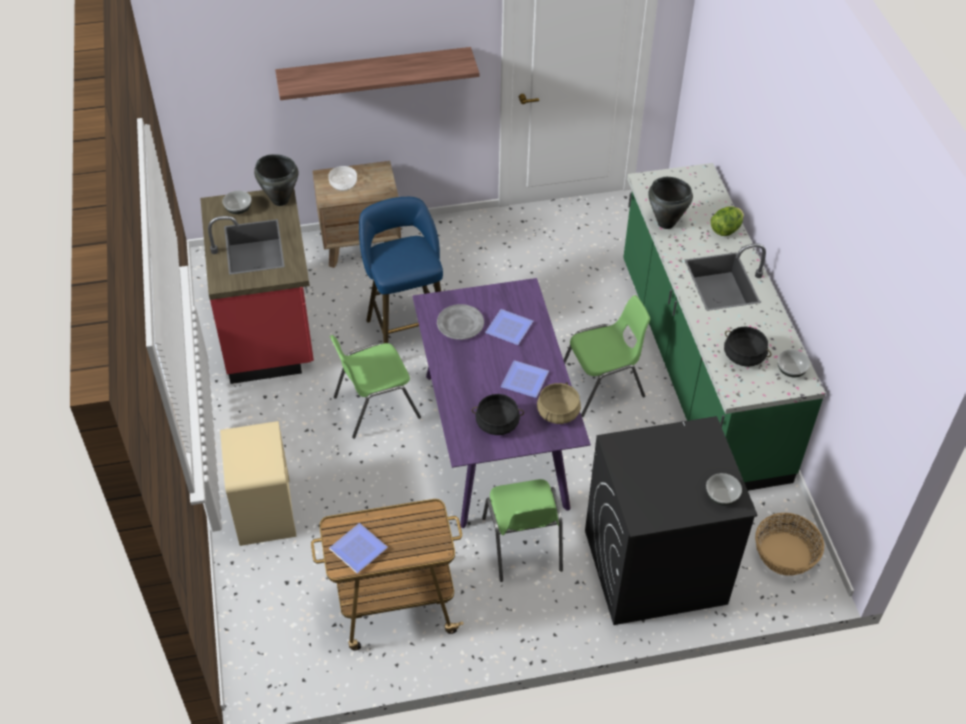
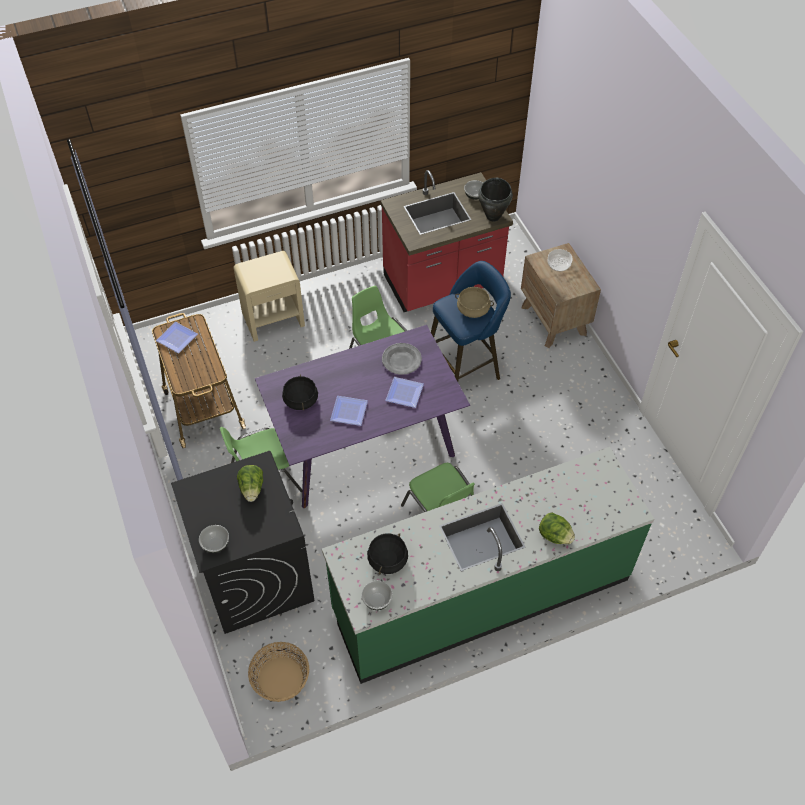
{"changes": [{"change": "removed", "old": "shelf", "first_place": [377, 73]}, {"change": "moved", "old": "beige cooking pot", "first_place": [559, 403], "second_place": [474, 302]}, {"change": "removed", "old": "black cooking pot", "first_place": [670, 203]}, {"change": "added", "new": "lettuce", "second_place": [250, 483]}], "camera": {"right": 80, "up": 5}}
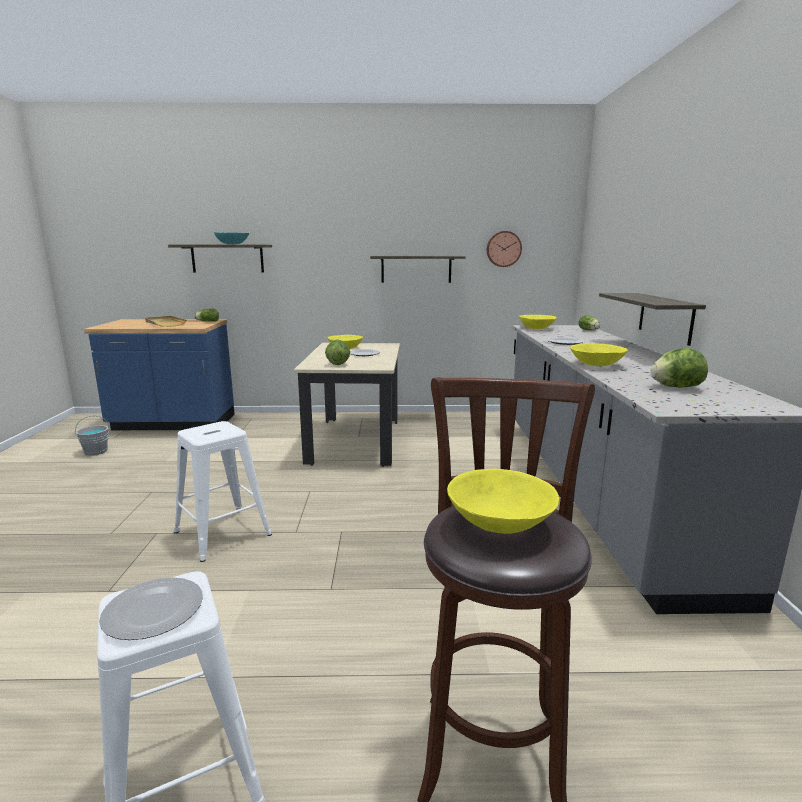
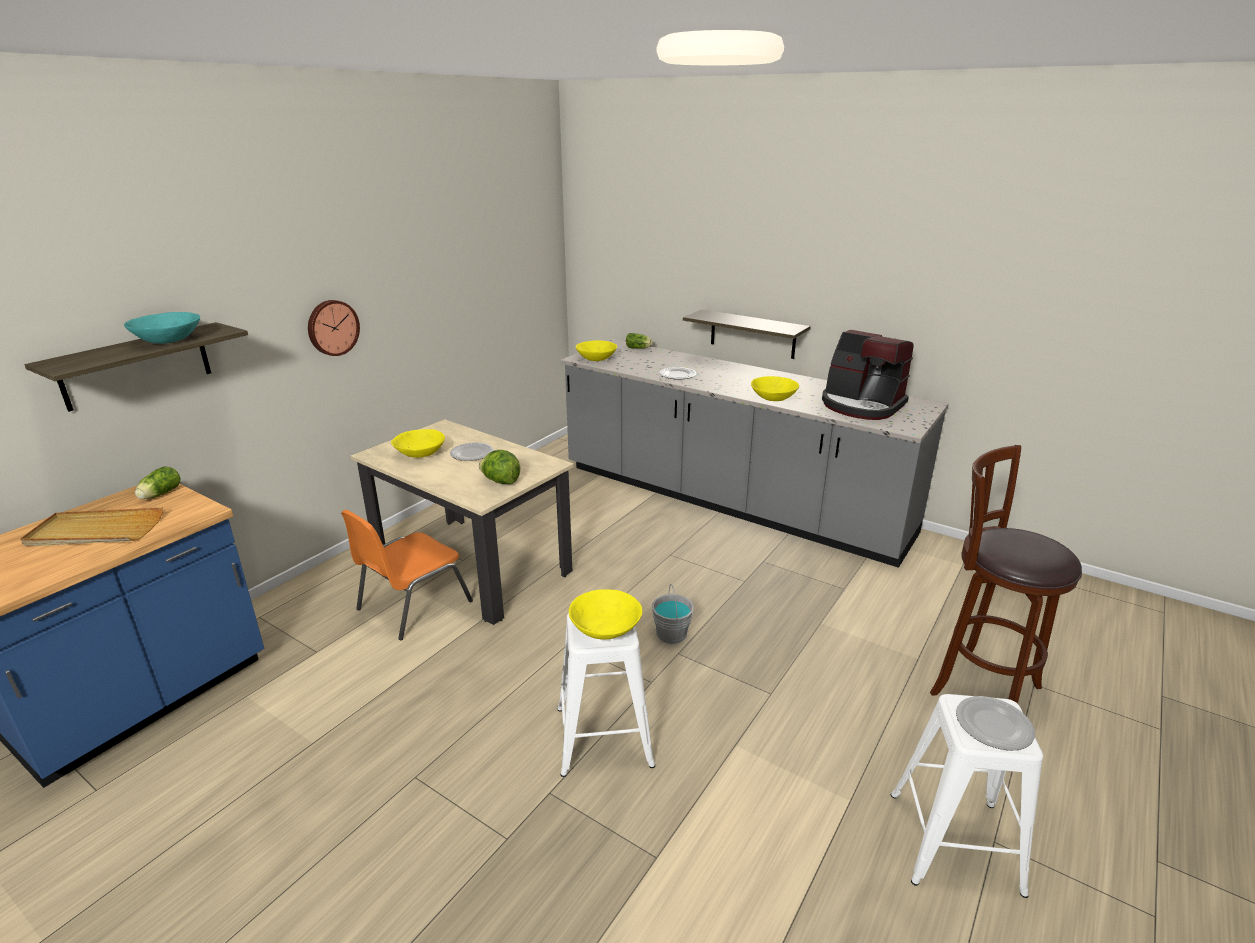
{"changes": [{"change": "moved", "old": "grey bucket", "first_place": [92, 435], "second_place": [673, 614]}, {"change": "removed", "old": "shelf", "first_place": [417, 269]}, {"change": "moved", "old": "yellow bowl", "first_place": [503, 501], "second_place": [606, 614]}, {"change": "moved", "old": "wall clock", "first_place": [504, 249], "second_place": [334, 328]}, {"change": "replaced", "old": "lettuce", "new": "coffee machine", "first_place": [679, 367], "second_place": [868, 375]}, {"change": "added", "new": "orange chair", "second_place": [407, 575]}], "camera": {"right": -55, "up": 10}}
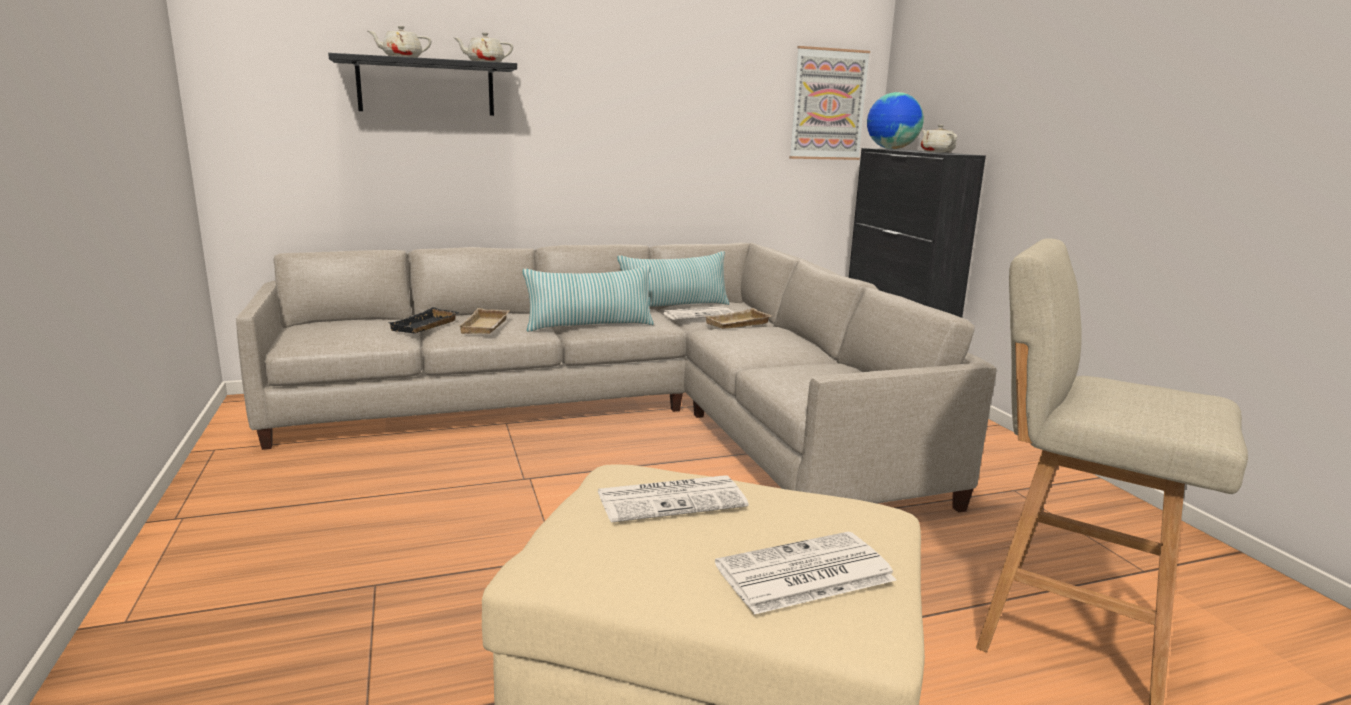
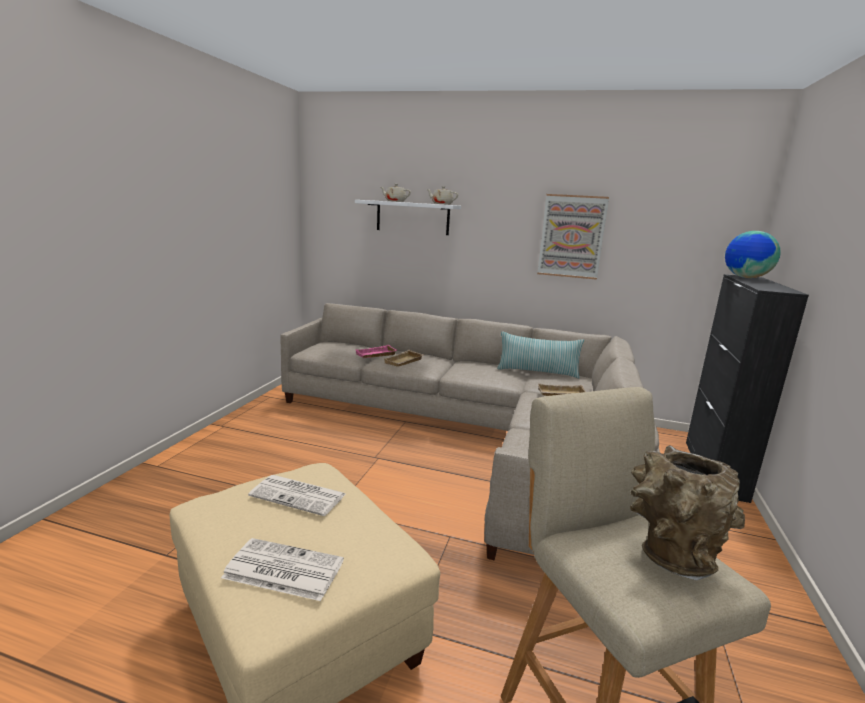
{"changes": [{"change": "recoloured", "old": "black shelf", "new": "white shelf", "first_place": [422, 84], "second_place": [408, 217]}, {"change": "recoloured", "old": "black tray", "new": "pink tray", "first_place": [423, 320], "second_place": [376, 351]}, {"change": "removed", "old": "pillow", "first_place": [588, 298]}, {"change": "removed", "old": "newspaper", "first_place": [698, 313]}, {"change": "moved", "old": "picture", "first_place": [829, 103], "second_place": [573, 237]}, {"change": "removed", "old": "beige teapot", "first_place": [939, 139]}, {"change": "added", "new": "brown vase", "second_place": [687, 513]}], "camera": {"right": 35, "up": 0}}
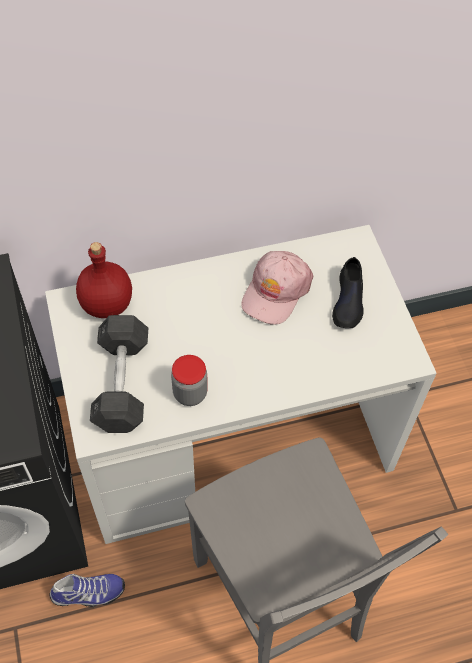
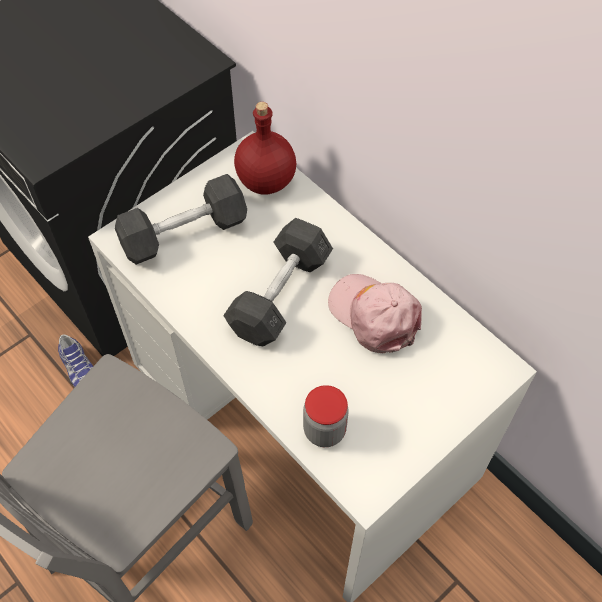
{"changes": [{"change": "moved", "old": "jar", "first_place": [189, 380], "second_place": [326, 416]}, {"change": "turned", "old": "pink cap", "first_place": [277, 288], "second_place": [375, 313], "degrees": 45}, {"change": "removed", "old": "black shoe", "first_place": [348, 292]}, {"change": "added", "new": "grey dumbbell", "second_place": [278, 282]}], "camera": {"right": 65, "up": 0}}
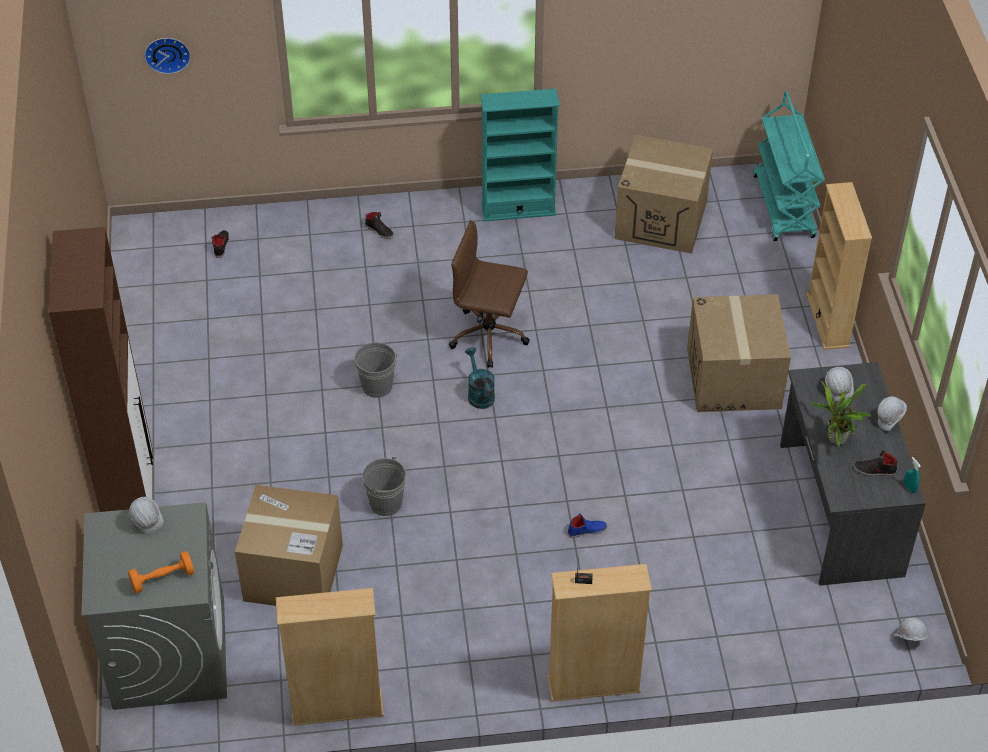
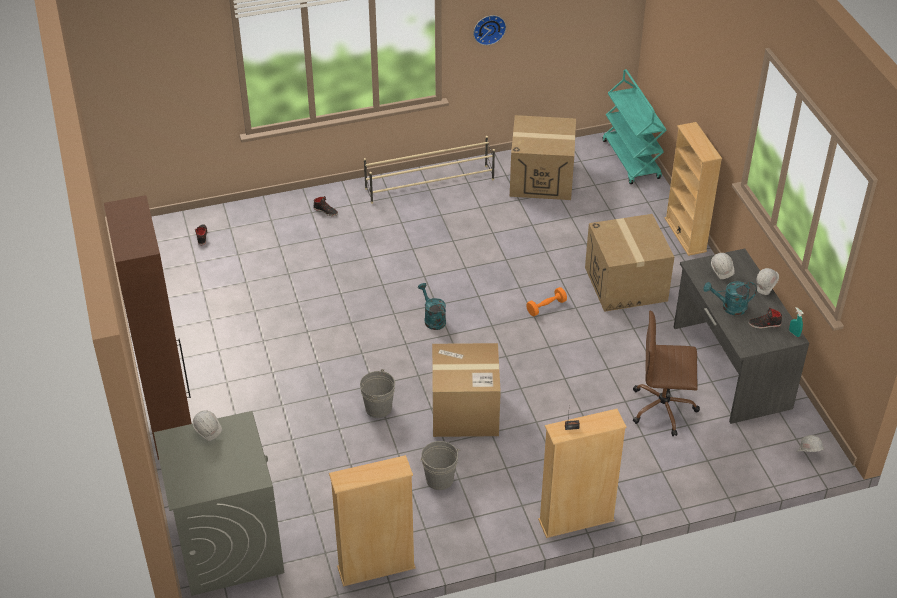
{"changes": [{"change": "moved", "old": "orange dumbbell", "first_place": [161, 572], "second_place": [546, 301]}, {"change": "moved", "old": "wall clock", "first_place": [167, 56], "second_place": [489, 30]}, {"change": "moved", "old": "cardboard box", "first_place": [289, 545], "second_place": [466, 390]}, {"change": "moved", "old": "grey bucket", "first_place": [375, 370], "second_place": [440, 465]}, {"change": "moved", "old": "brown office chair", "first_place": [489, 294], "second_place": [666, 373]}, {"change": "replaced", "old": "turquoise bookcase", "new": "beige shoe rack", "first_place": [520, 155], "second_place": [429, 170]}, {"change": "removed", "old": "blue shoe", "first_place": [587, 525]}, {"change": "replaced", "old": "potted plant", "new": "turquoise watering can", "first_place": [841, 414], "second_place": [730, 298]}], "camera": {"right": -10, "up": -5}}
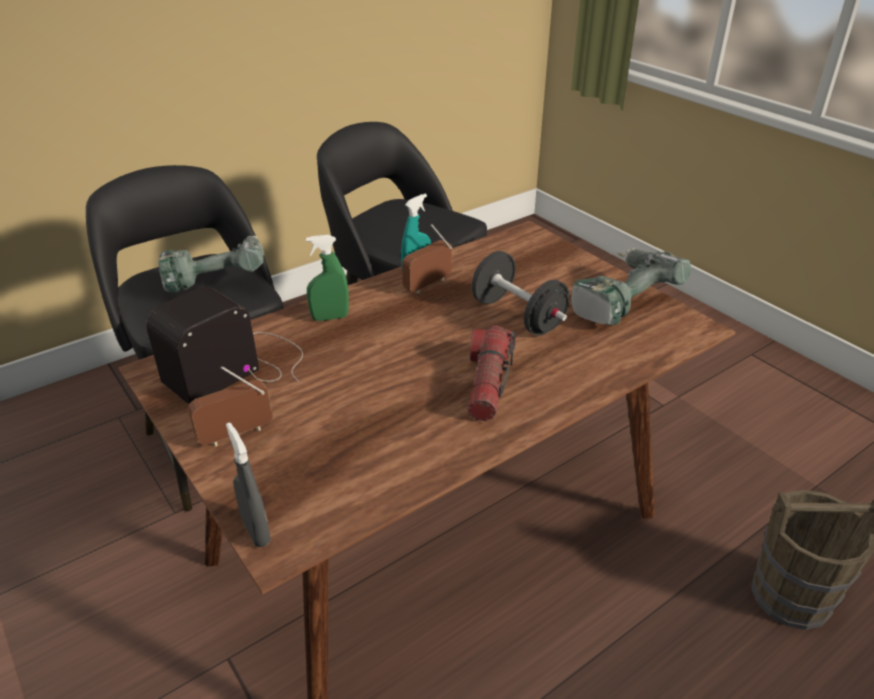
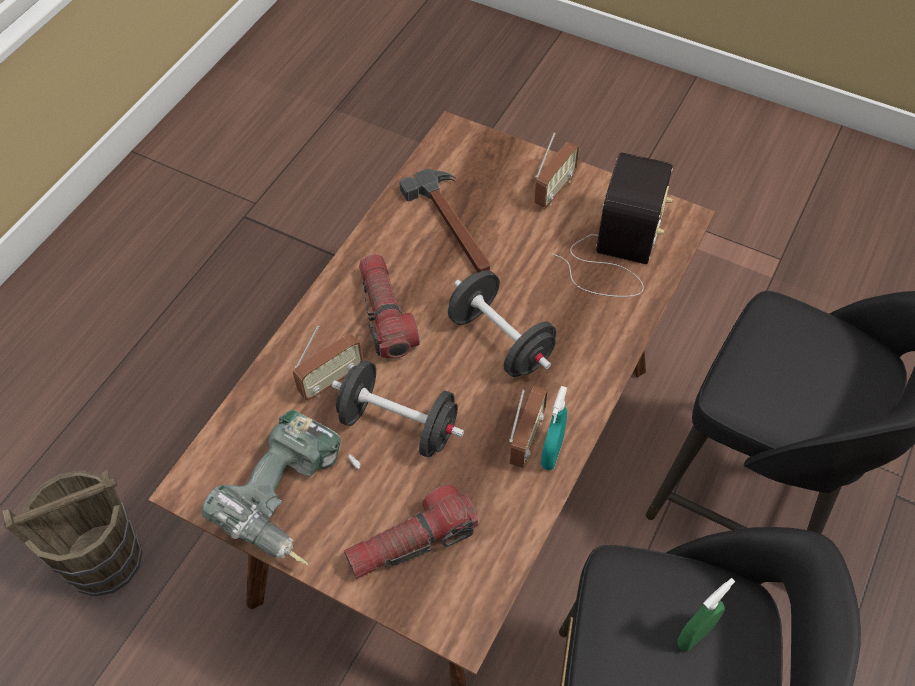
{"changes": [{"change": "removed", "old": "power drill", "first_place": [211, 264]}, {"change": "removed", "old": "grey spray bottle", "first_place": [248, 484]}, {"change": "moved", "old": "green spray bottle", "first_place": [327, 278], "second_place": [706, 614]}, {"change": "added", "new": "radio", "second_place": [328, 363]}, {"change": "added", "new": "flashlight", "second_place": [411, 532]}, {"change": "added", "new": "hammer", "second_place": [444, 220]}, {"change": "added", "new": "black dumbbell", "second_place": [502, 323]}], "camera": {"right": 155, "up": 20}}
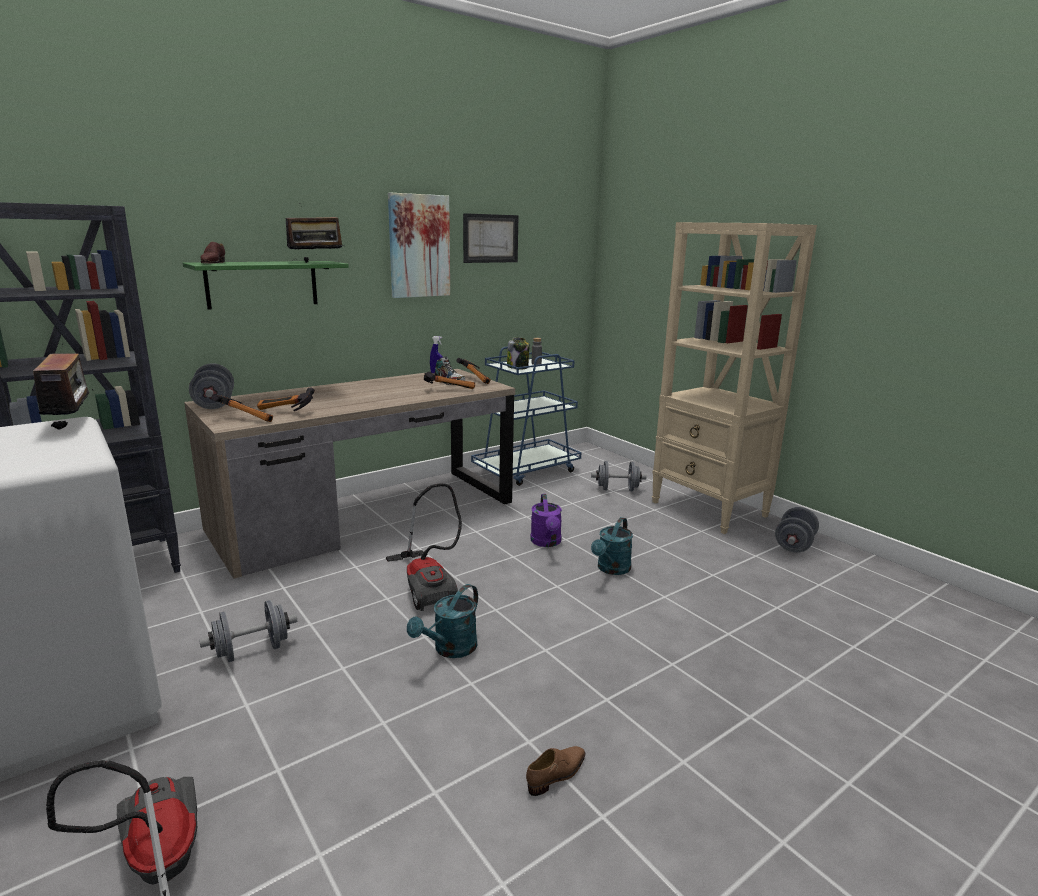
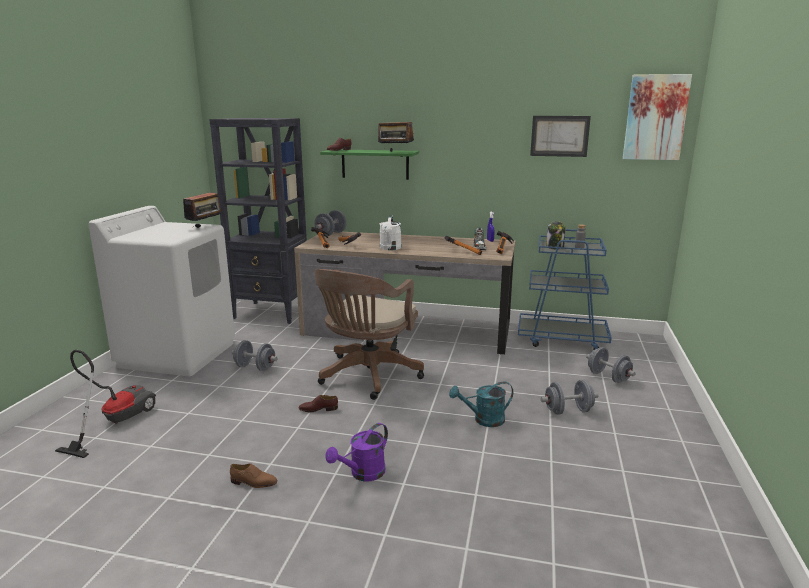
{"changes": [{"change": "replaced", "old": "vacuum cleaner", "new": "brown office chair", "first_place": [424, 547], "second_place": [369, 334]}, {"change": "moved", "old": "picture", "first_place": [419, 245], "second_place": [657, 117]}, {"change": "replaced", "old": "turquoise watering can", "new": "brown shoe", "first_place": [442, 621], "second_place": [318, 403]}, {"change": "moved", "old": "purple watering can", "first_place": [546, 520], "second_place": [356, 452]}, {"change": "removed", "old": "beige bookcase", "first_place": [734, 378]}, {"change": "moved", "old": "grey dumbbell", "first_place": [797, 530], "second_place": [570, 397]}, {"change": "added", "new": "white watering can", "second_place": [390, 232]}], "camera": {"right": 50, "up": 0}}
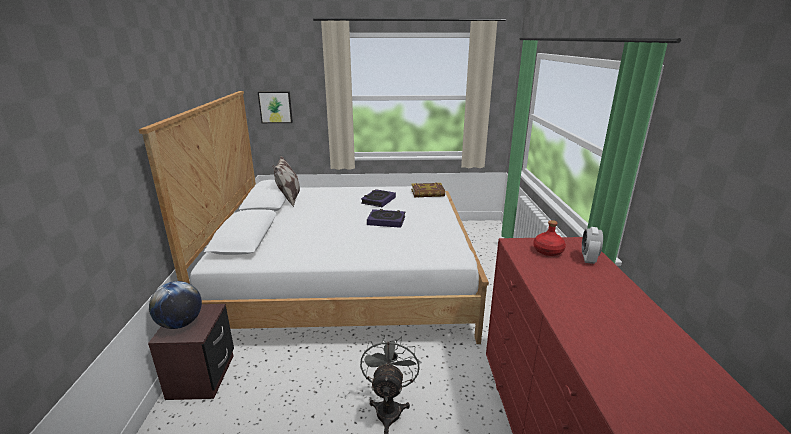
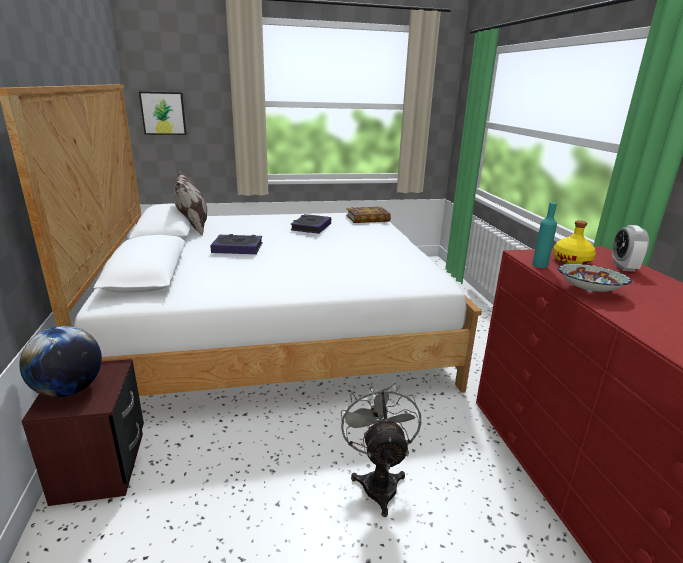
{"changes": [{"change": "moved", "old": "book", "first_place": [386, 218], "second_place": [236, 244]}, {"change": "recoloured", "old": "red bottle", "new": "yellow bottle", "first_place": [549, 238], "second_place": [574, 242]}, {"change": "added", "new": "turquoise bottle", "second_place": [544, 235]}, {"change": "added", "new": "bowl", "second_place": [595, 278]}], "camera": {"right": -10, "up": 0}}
